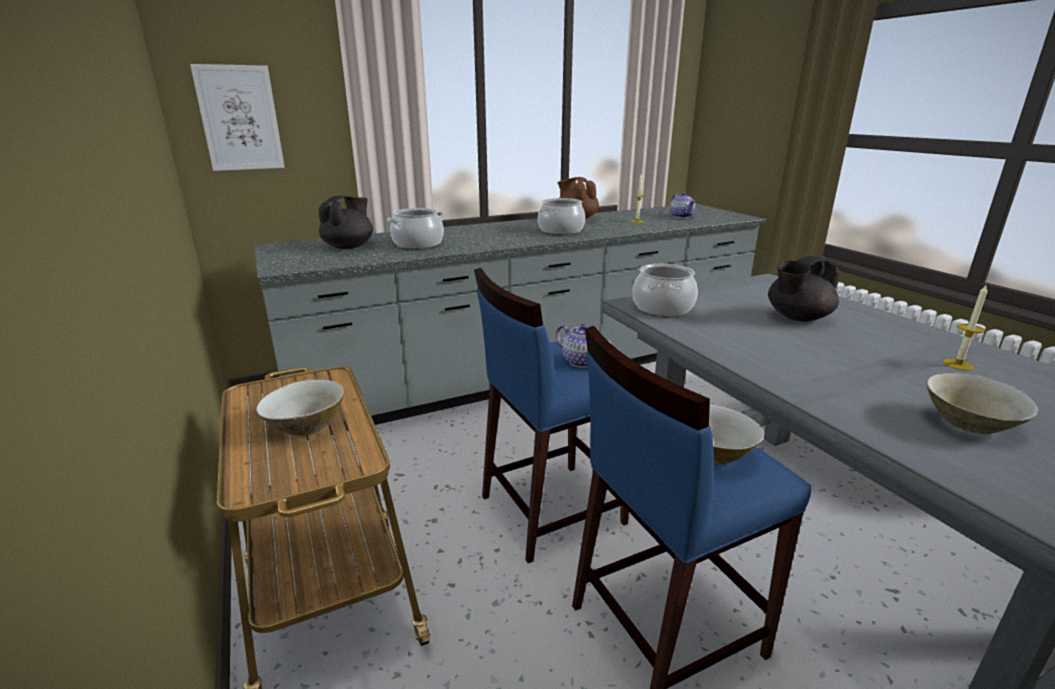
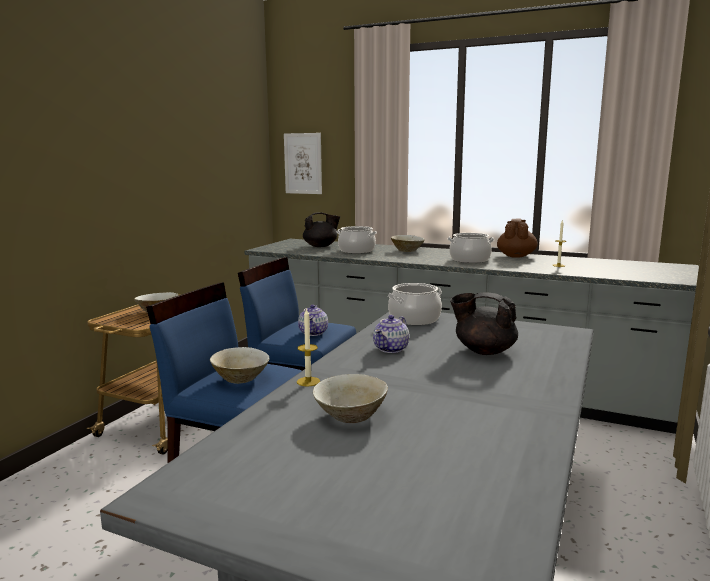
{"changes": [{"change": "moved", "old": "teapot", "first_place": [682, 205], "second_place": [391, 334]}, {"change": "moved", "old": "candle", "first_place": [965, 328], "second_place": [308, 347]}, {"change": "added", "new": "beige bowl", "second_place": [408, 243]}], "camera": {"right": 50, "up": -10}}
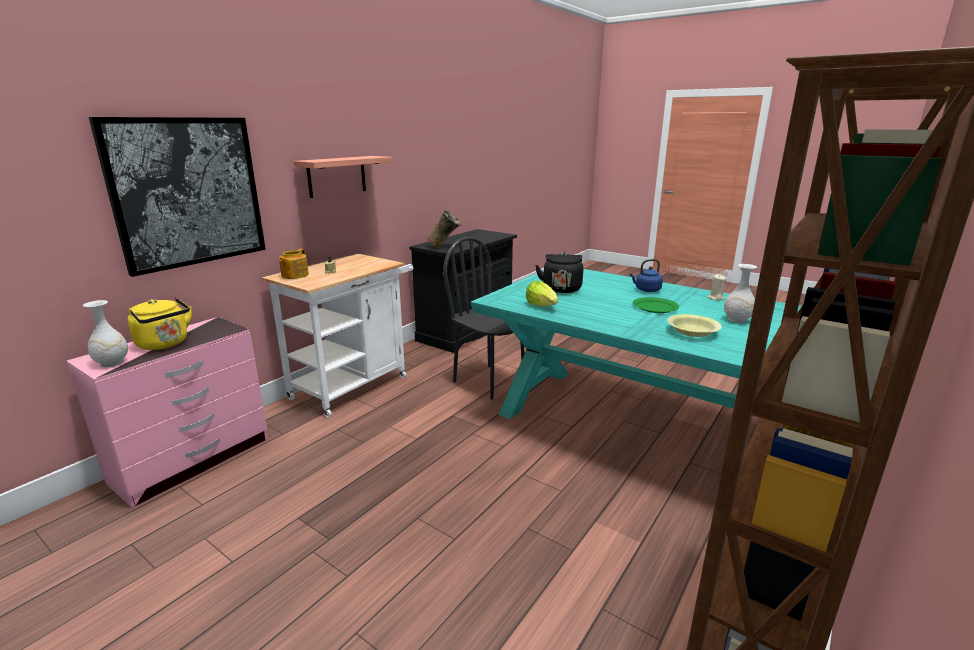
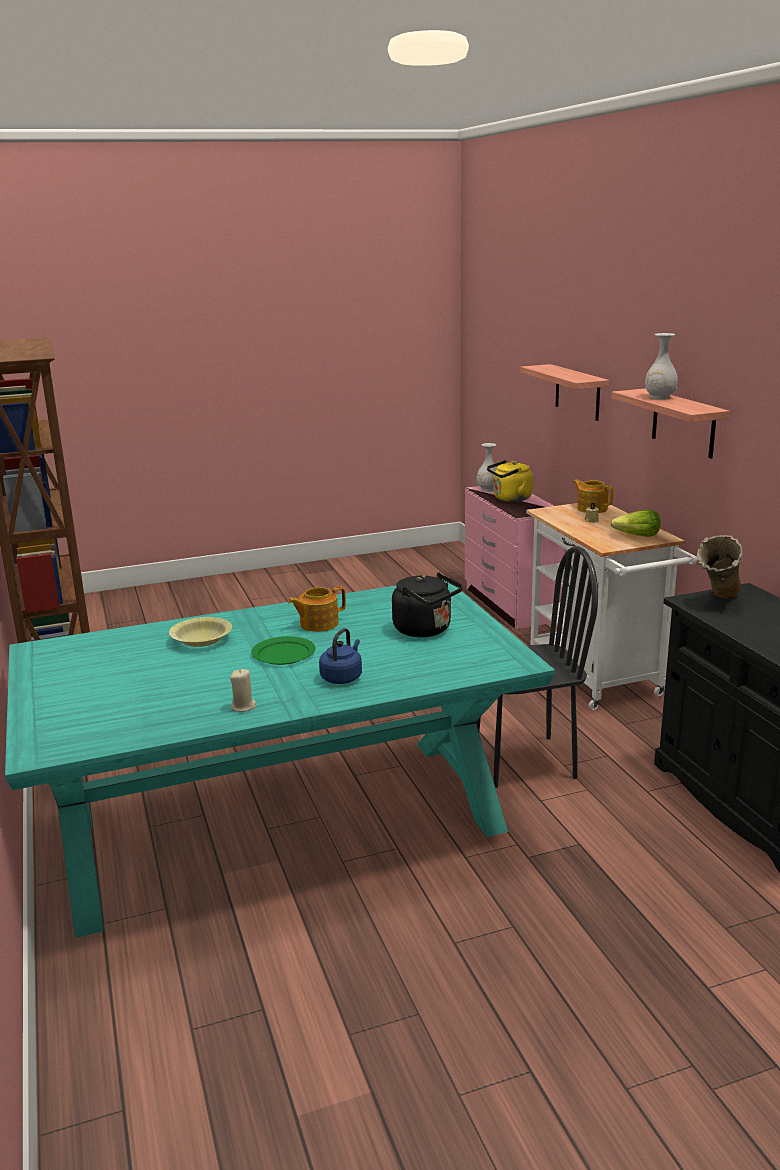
{"changes": [{"change": "replaced", "old": "picture", "new": "shelf", "first_place": [177, 197], "second_place": [564, 392]}, {"change": "moved", "old": "lettuce", "first_place": [542, 293], "second_place": [635, 523]}, {"change": "moved", "old": "white vase", "first_place": [740, 293], "second_place": [661, 366]}, {"change": "added", "new": "teapot", "second_place": [317, 609]}], "camera": {"right": 125, "up": 0}}
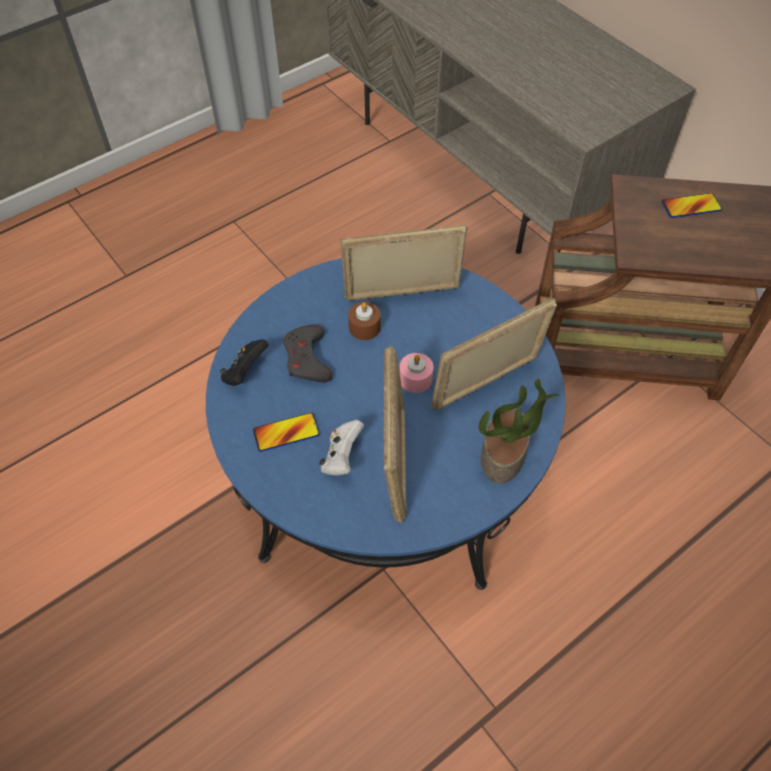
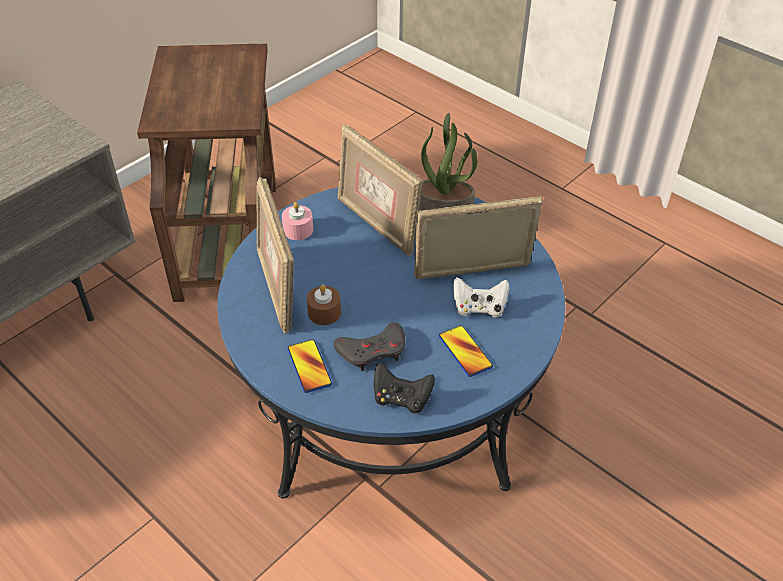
{"changes": [{"change": "moved", "old": "pink candle", "first_place": [416, 373], "second_place": [297, 221]}, {"change": "moved", "old": "phone", "first_place": [692, 205], "second_place": [310, 366]}], "camera": {"right": -100, "up": -10}}
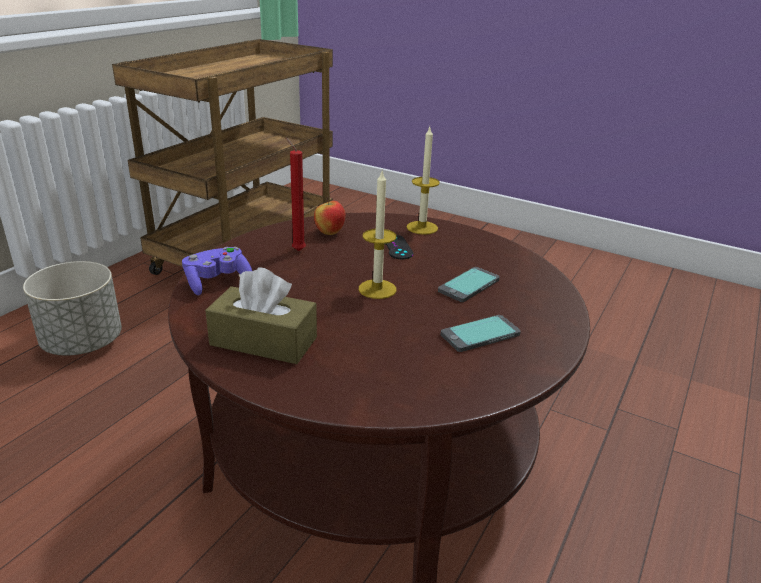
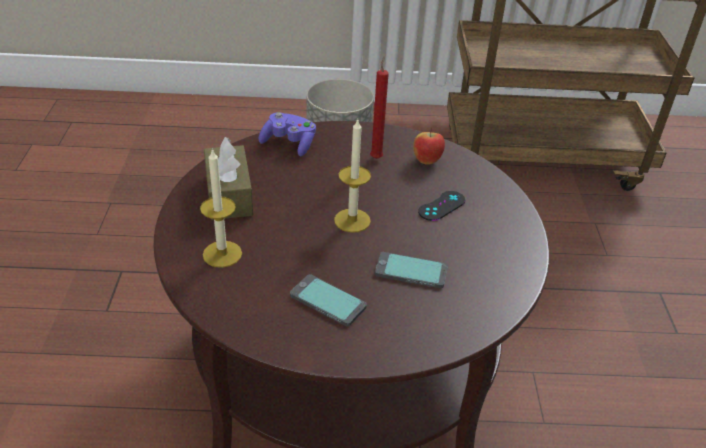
{"changes": [{"change": "moved", "old": "candle", "first_place": [423, 181], "second_place": [221, 208]}], "camera": {"right": 60, "up": 10}}
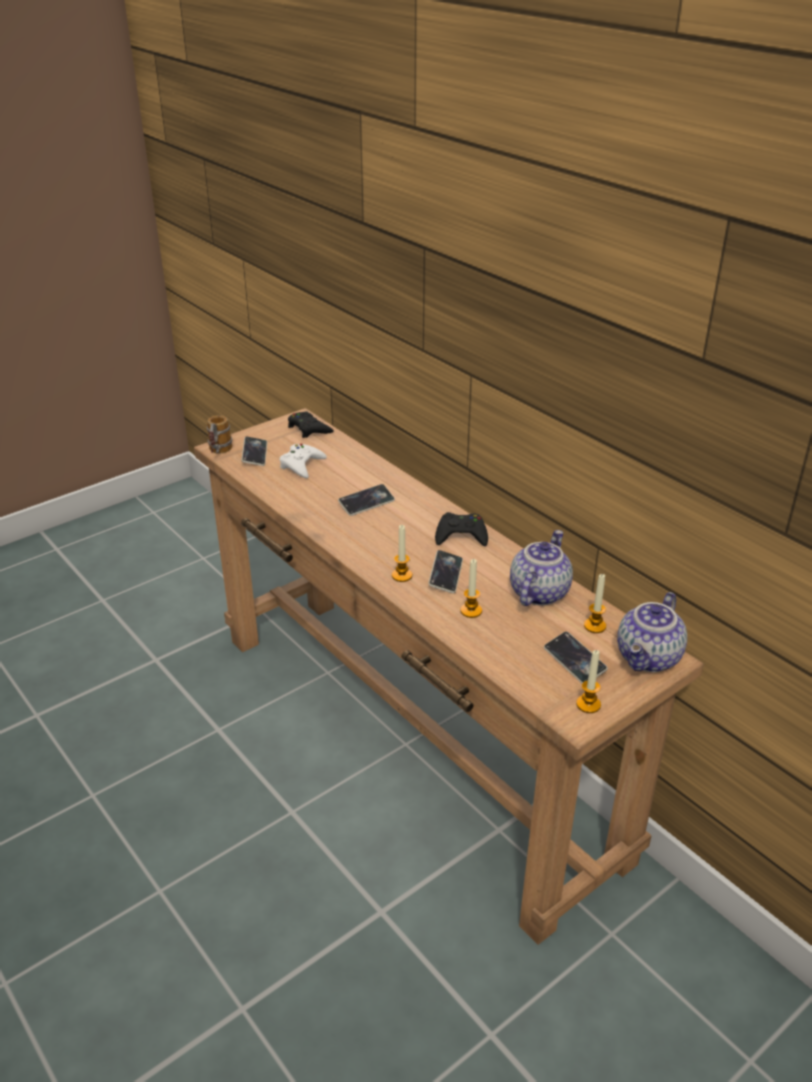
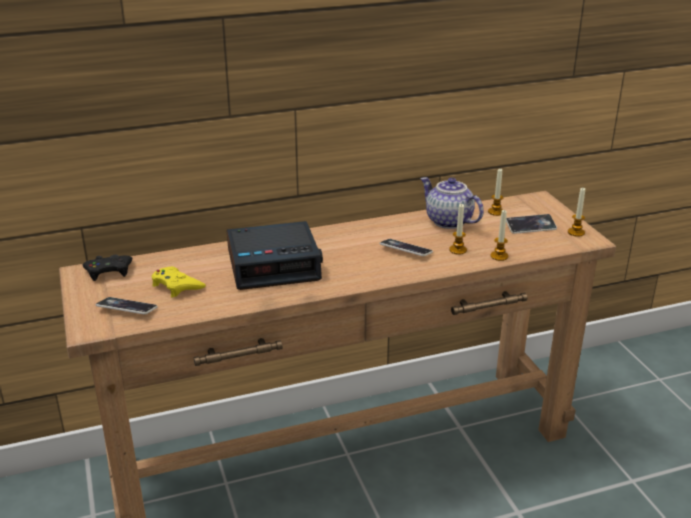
{"changes": [{"change": "removed", "old": "mug", "first_place": [219, 434]}, {"change": "recoloured", "old": "white game controller", "new": "yellow game controller", "first_place": [303, 461], "second_place": [179, 281]}, {"change": "replaced", "old": "phone", "new": "alarm clock", "first_place": [366, 500], "second_place": [275, 255]}, {"change": "moved", "old": "candle", "first_place": [402, 553], "second_place": [499, 235]}, {"change": "removed", "old": "black game controller", "first_place": [461, 529]}, {"change": "removed", "old": "teapot", "first_place": [652, 632]}], "camera": {"right": -70, "up": -5}}
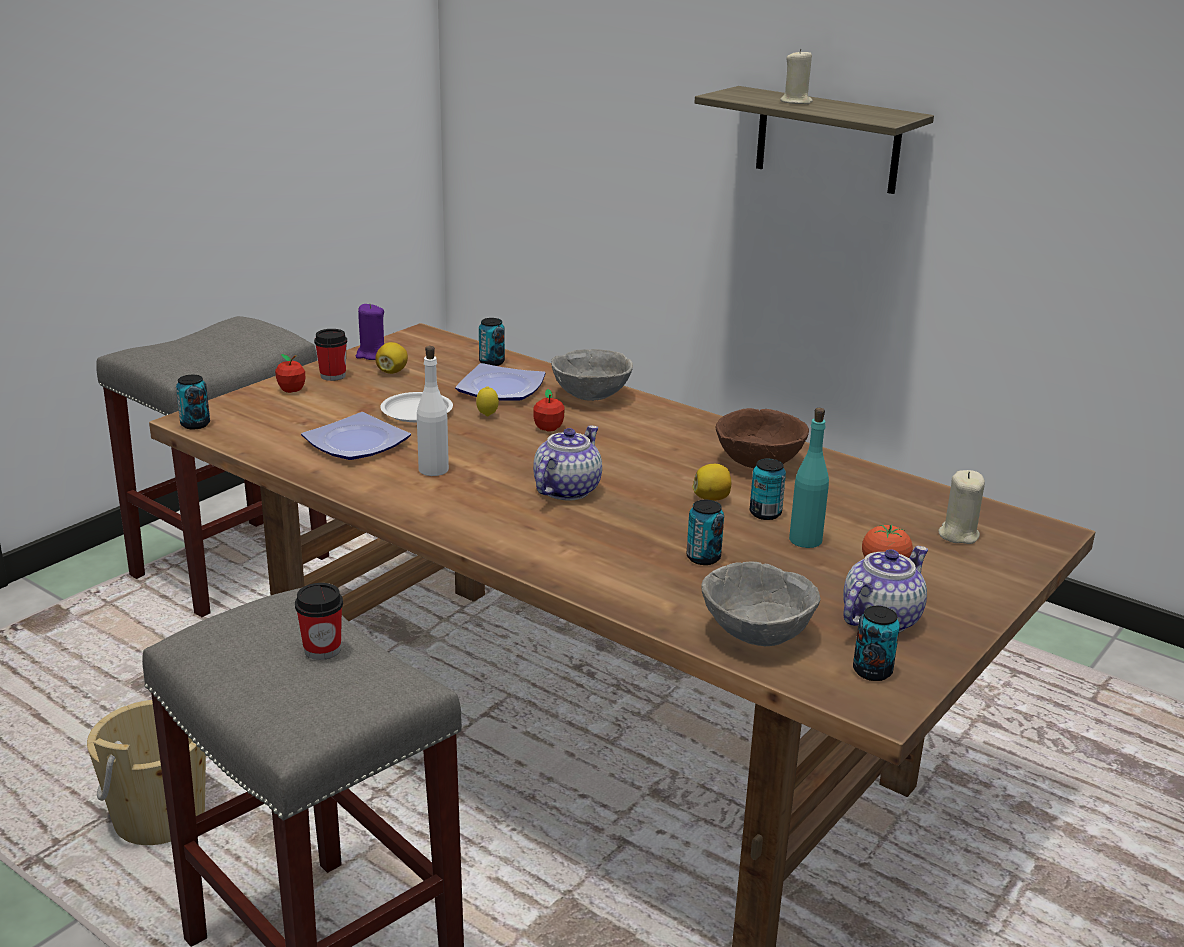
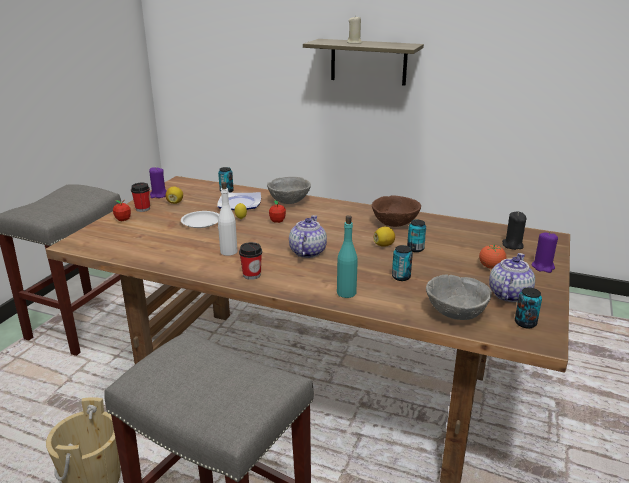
{"changes": [{"change": "removed", "old": "can", "first_place": [193, 402]}, {"change": "moved", "old": "cup", "first_place": [319, 621], "second_place": [250, 261]}, {"change": "removed", "old": "plate", "first_place": [356, 436]}, {"change": "moved", "old": "turquoise bottle", "first_place": [809, 478], "second_place": [347, 256]}, {"change": "recoloured", "old": "beige candle", "new": "black candle", "first_place": [961, 507], "second_place": [514, 231]}, {"change": "added", "new": "purple candle", "second_place": [545, 252]}], "camera": {"right": -15, "up": 0}}
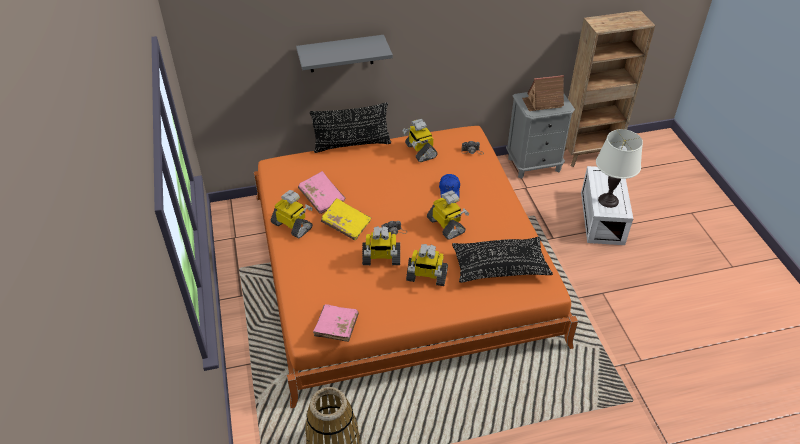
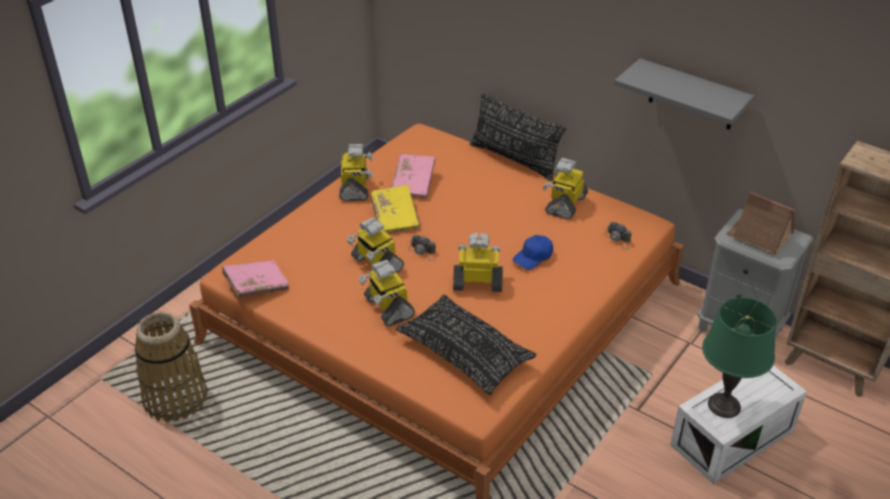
{"changes": [{"change": "moved", "old": "grey shelf", "first_place": [344, 53], "second_place": [684, 94]}, {"change": "turned", "old": "toy robot", "first_place": [448, 215], "second_place": [478, 262], "degrees": -105}, {"change": "recoloured", "old": "white table lamp", "new": "green table lamp", "first_place": [619, 168], "second_place": [739, 357]}], "camera": {"right": 50, "up": -5}}
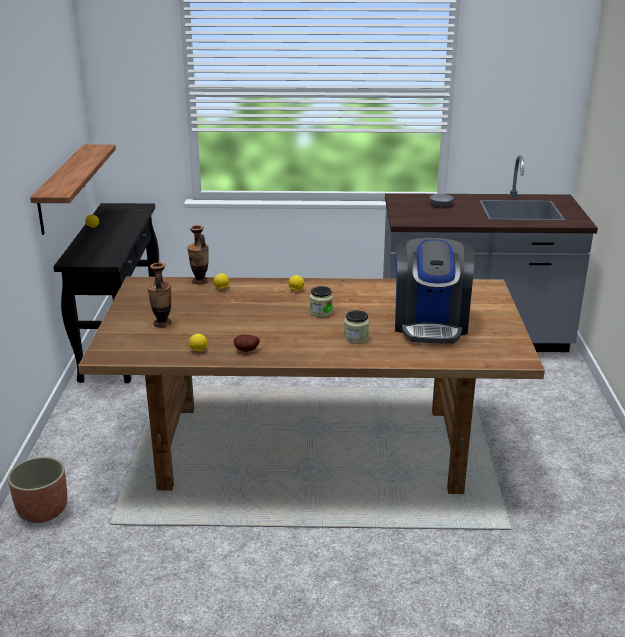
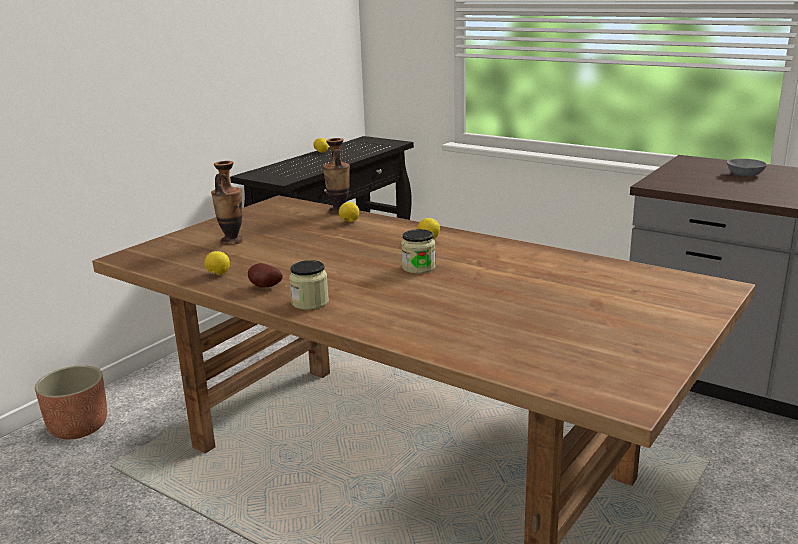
{"changes": [{"change": "removed", "old": "shelf", "first_place": [73, 189]}, {"change": "moved", "old": "jar", "first_place": [356, 327], "second_place": [309, 285]}, {"change": "removed", "old": "coffee machine", "first_place": [435, 291]}], "camera": {"right": 35, "up": -5}}
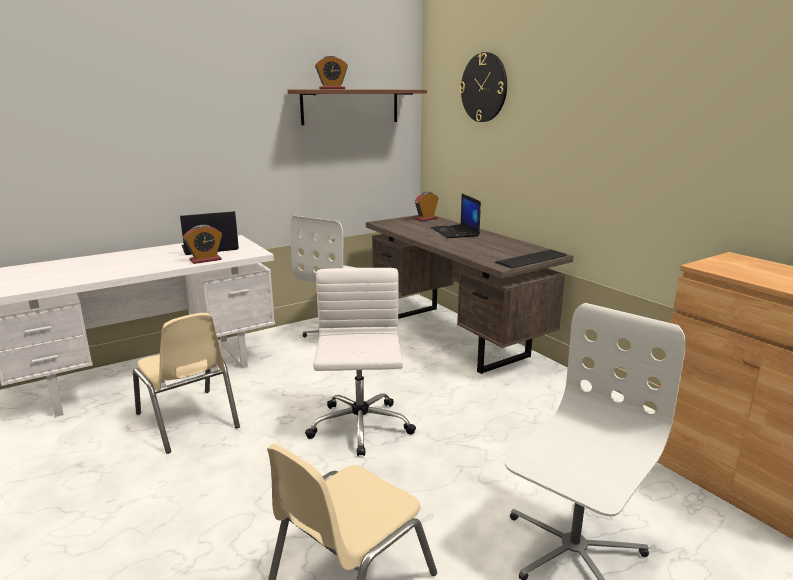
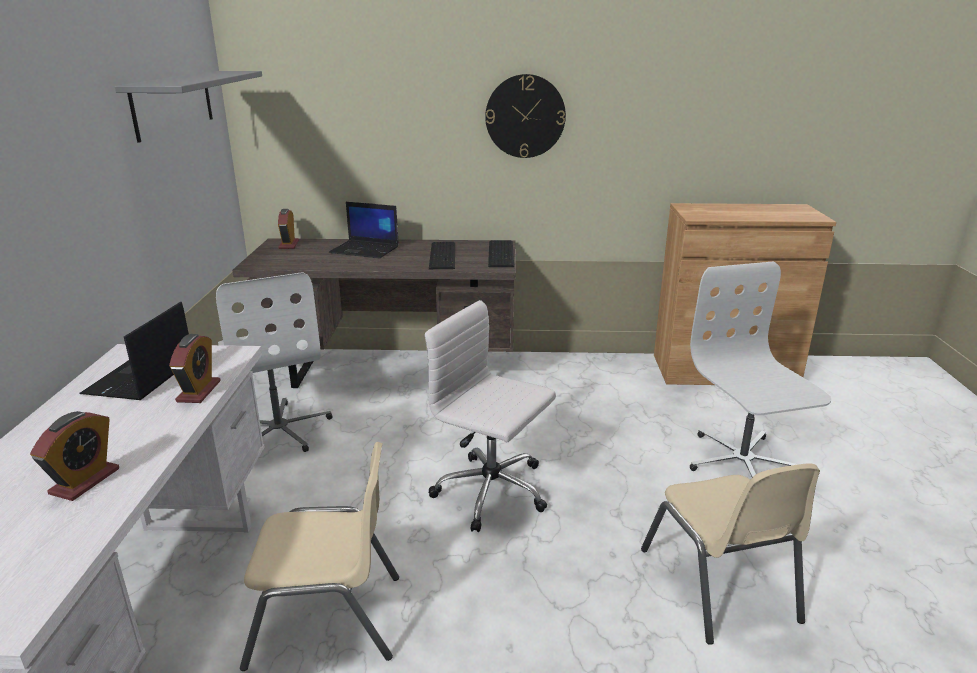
{"changes": [{"change": "recoloured", "old": "brown shelf", "new": "grey shelf", "first_place": [357, 107], "second_place": [188, 107]}, {"change": "moved", "old": "alarm clock", "first_place": [331, 72], "second_place": [74, 456]}, {"change": "moved", "old": "wall clock", "first_place": [483, 87], "second_place": [525, 116]}, {"change": "added", "new": "keyboard", "second_place": [442, 255]}], "camera": {"right": -55, "up": 5}}
